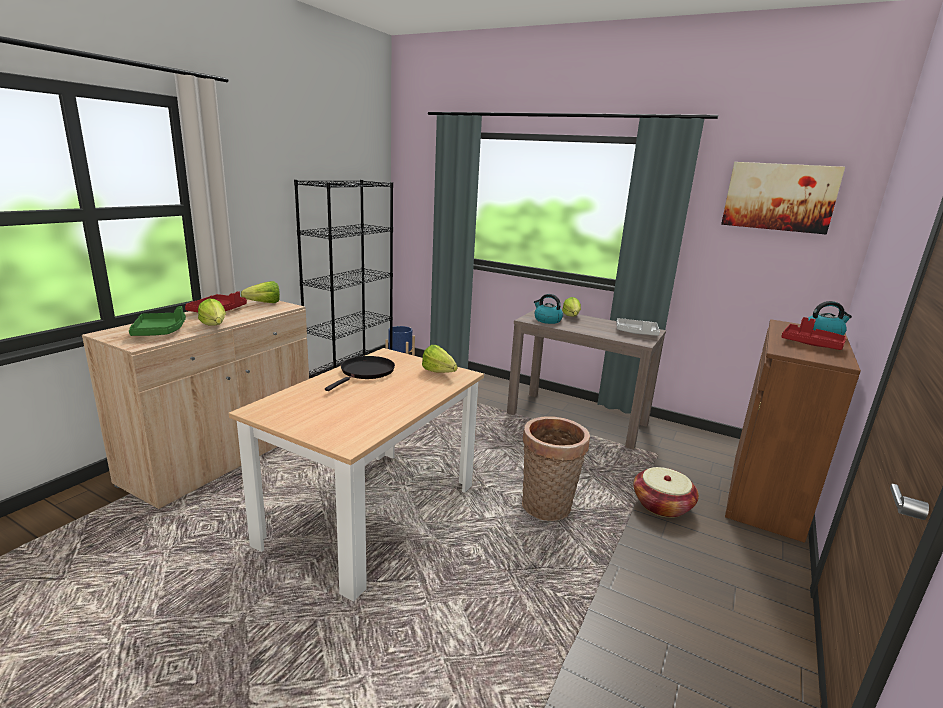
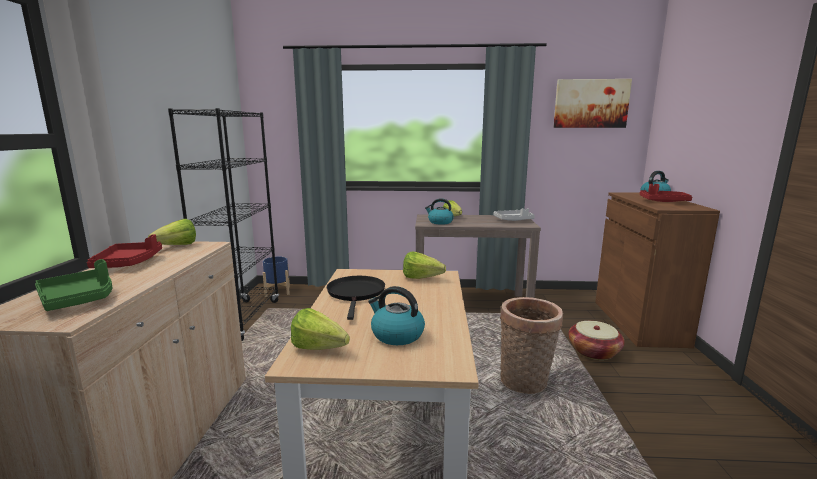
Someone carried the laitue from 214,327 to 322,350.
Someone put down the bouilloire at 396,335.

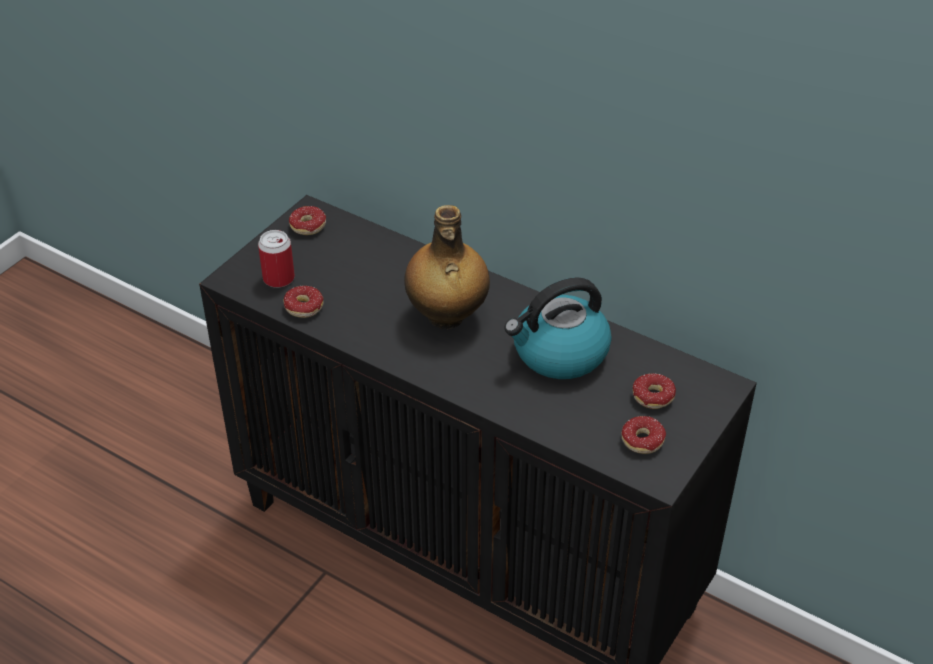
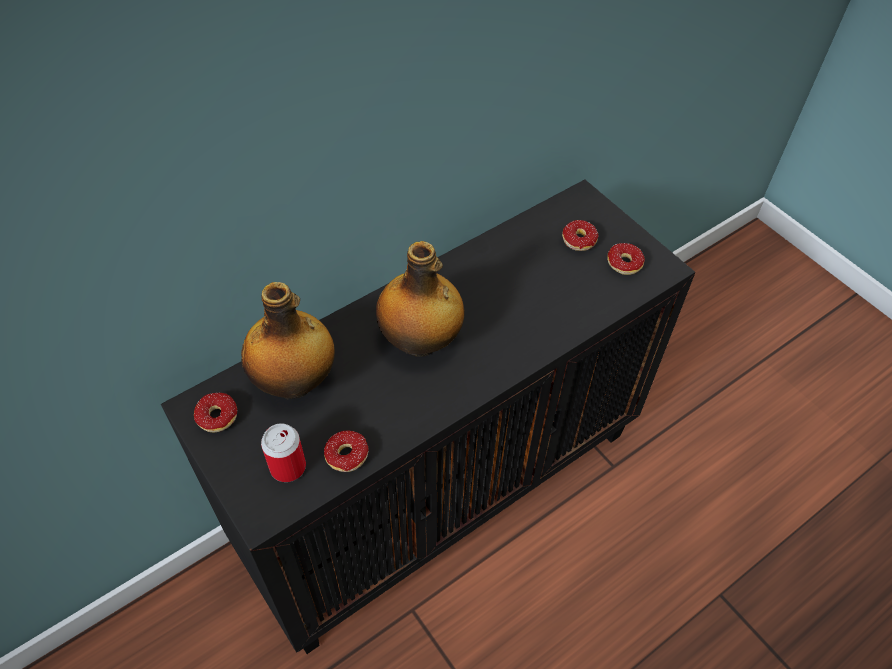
Someone put down the bouteille at 295,382.
Someone took away the bouilloire at 559,353.

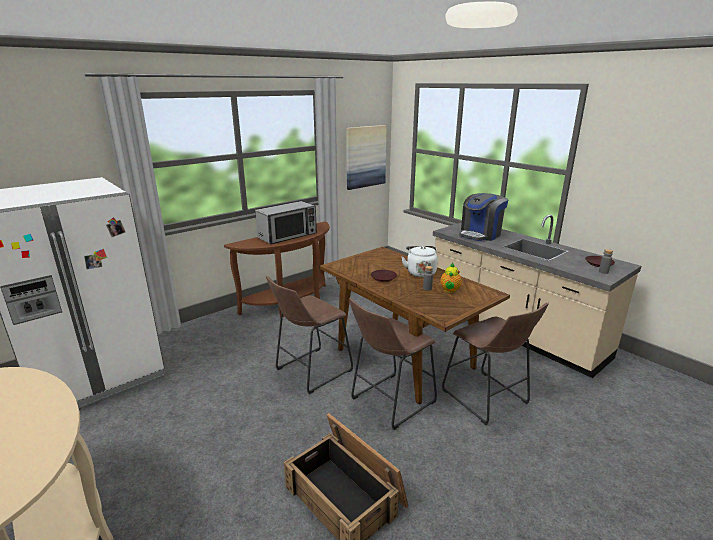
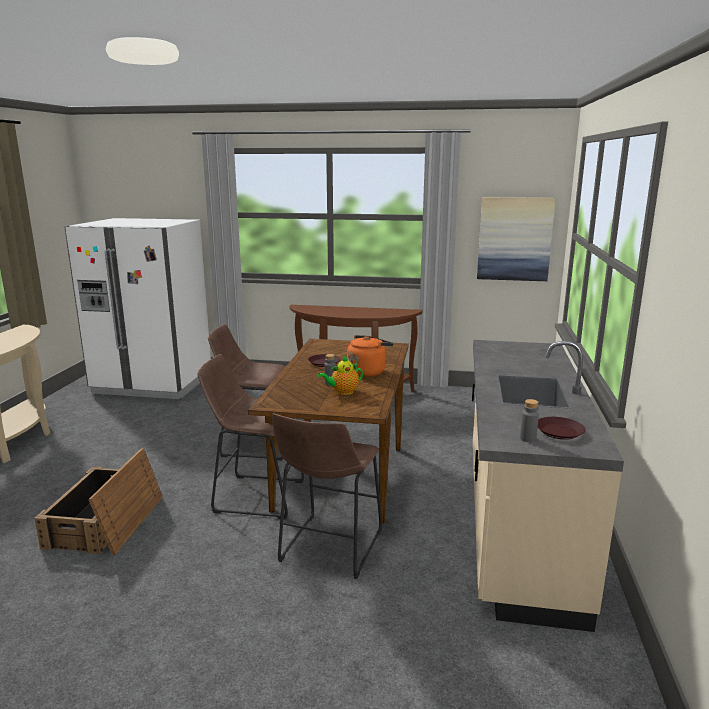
Someone repainted the bouilloire/blanc at 420,272, which became the bouilloire/orange at 367,371.
Someone took away the micro-ondes at 288,236.
Someone took away the machine à café at 480,234.

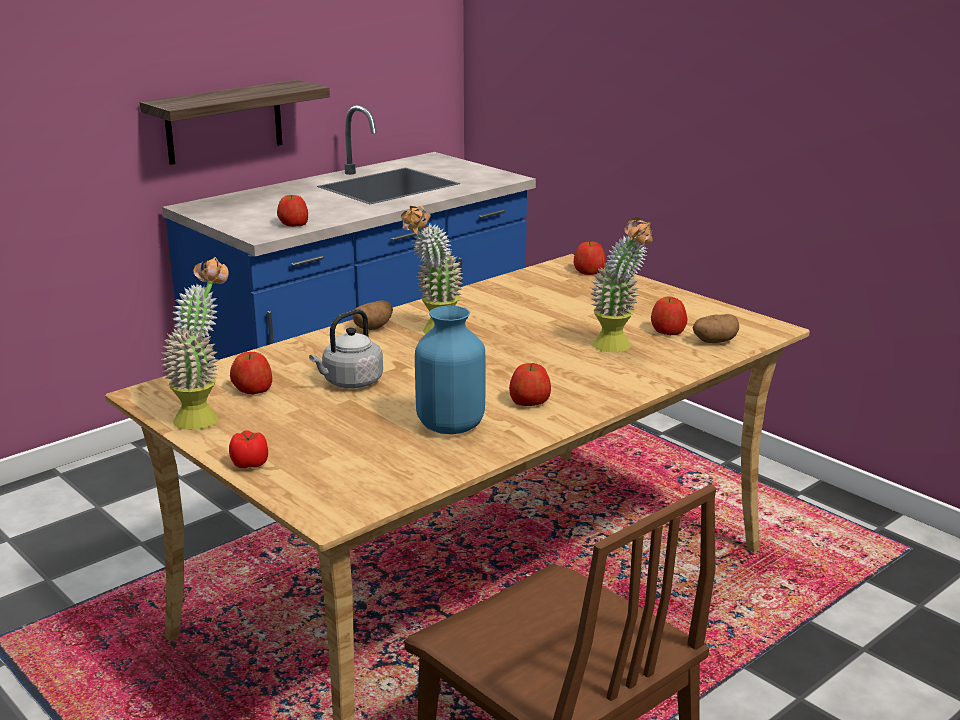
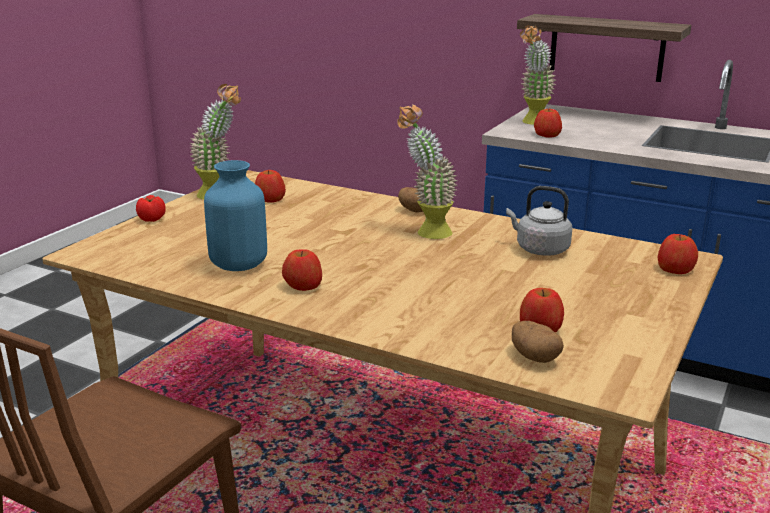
Someone carried the bouilloire/gris from 350,383 to 539,249.
Someone carried the plante en pot from 618,348 to 532,123.

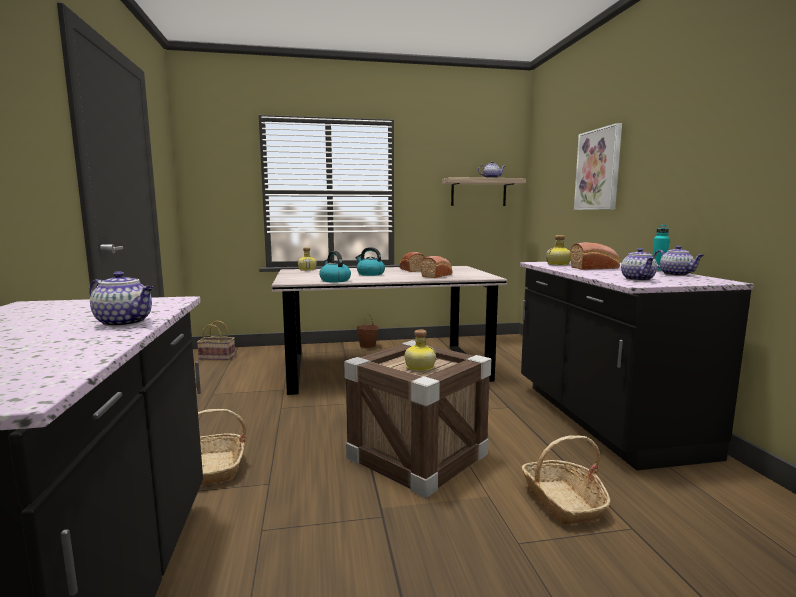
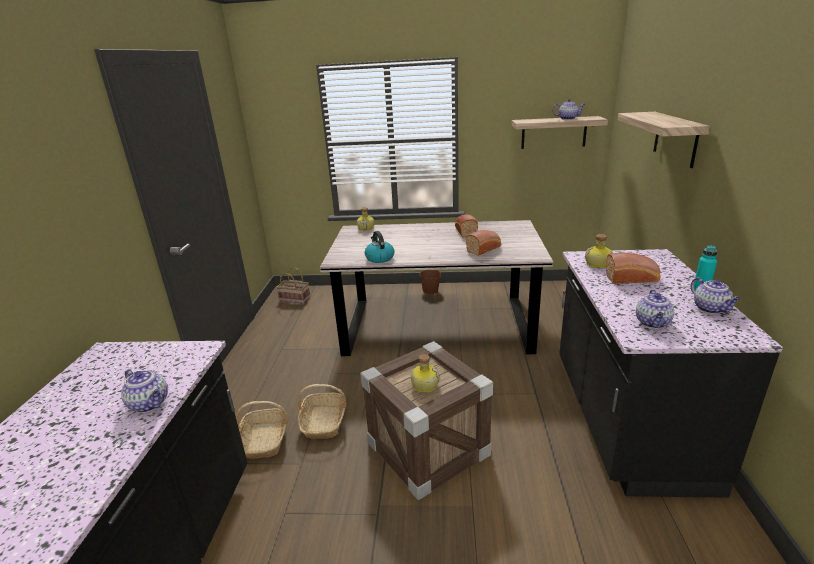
Someone carried the panier from 563,501 to 324,422.
Someone swapped the tableau at 598,169 for the étagère at 675,138.
Someone took away the bouilloire at 370,274.

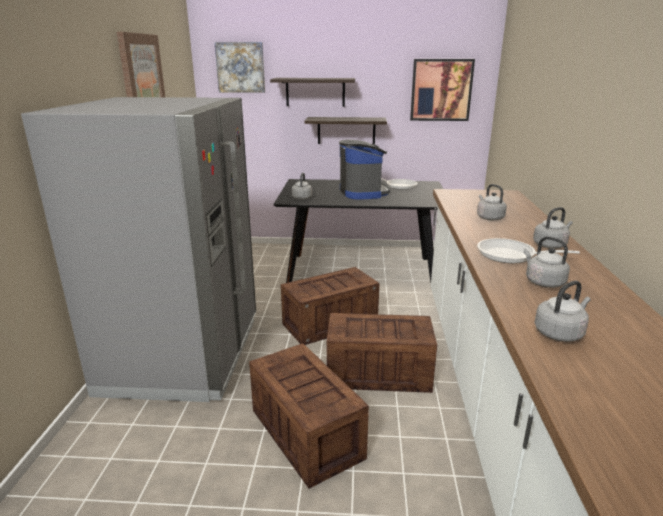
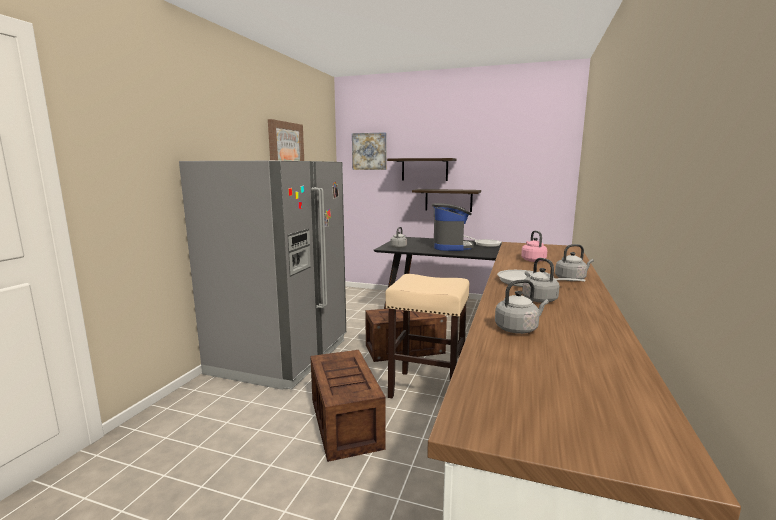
Someone swapped the caisse at 376,373 for the tabouret/beige at 425,389.
Someone repainted the bouilloire/gris at 489,218, which became the bouilloire/rose at 532,260.
Someone took away the tableau at 441,90.

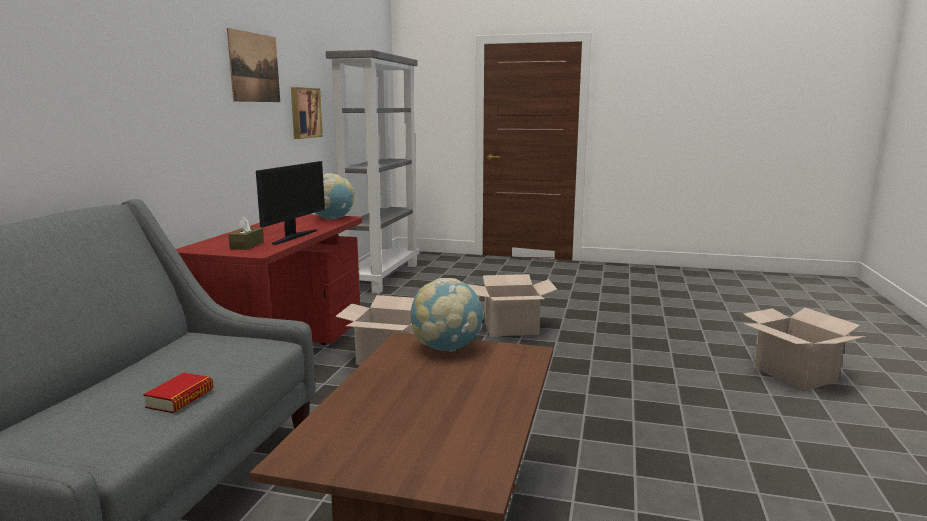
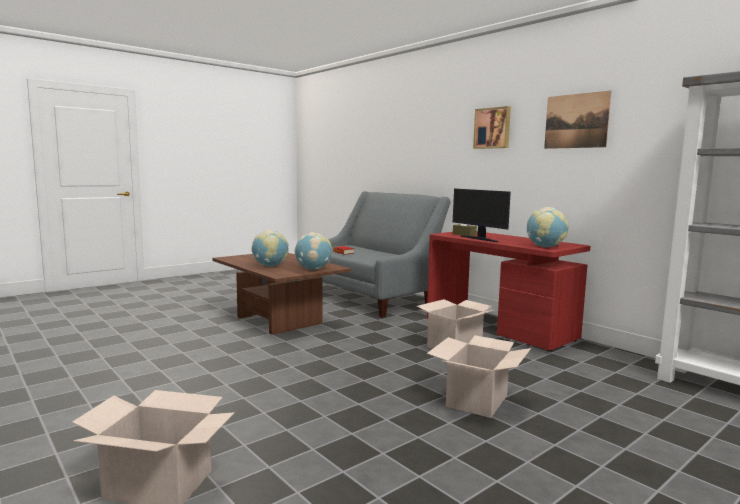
Someone put down the globe at 270,266.
Someone carried the tableau from 304,113 to 492,128.

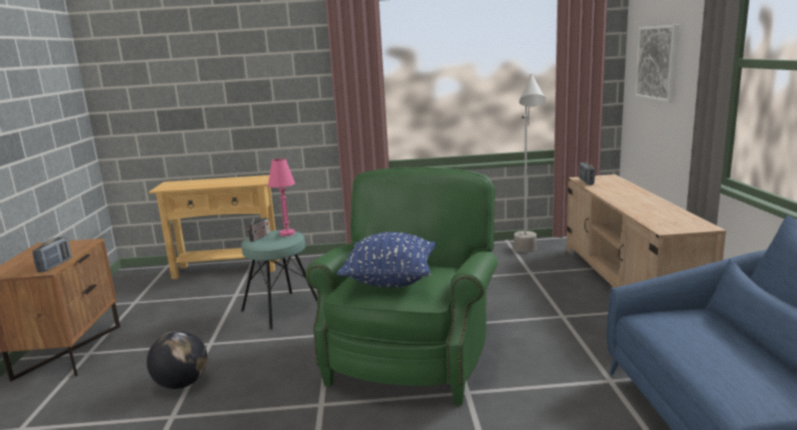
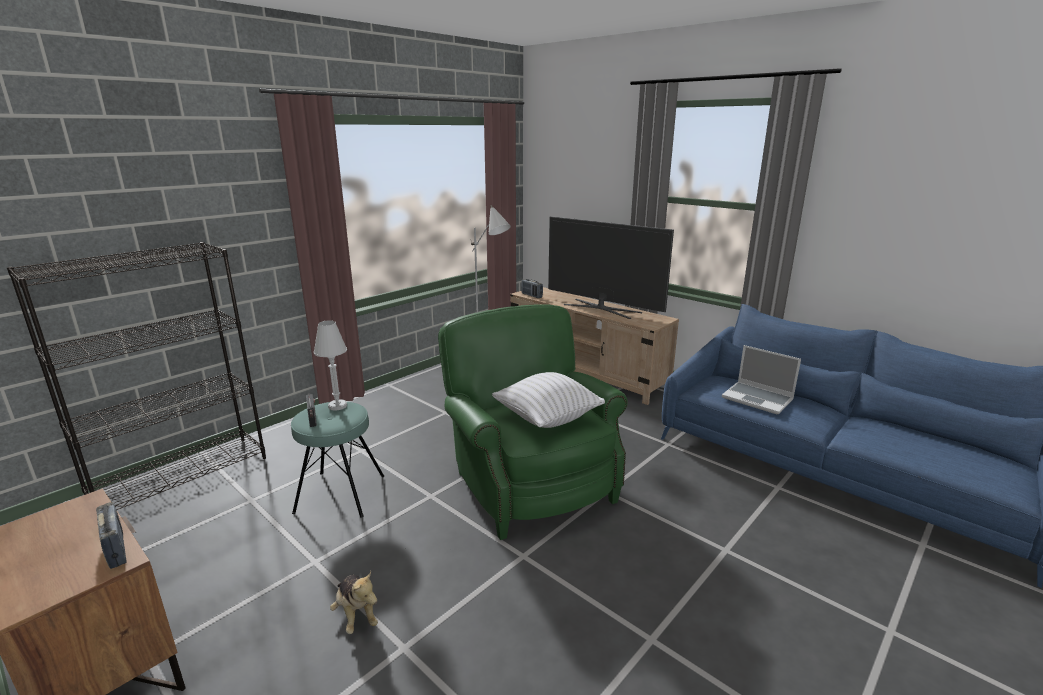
Someone swapped the table console/beige at 227,269 for the bibliothèque/noir at 182,476.
Someone repainted the lampe de table/rose at 287,233, which became the lampe de table/blanc at 337,406.
Someone swapped the globe at 182,384 for the peluche at 356,614.
Someone repainted the coussin/bleu at 390,280, which became the coussin/blanc at 547,418.
Someone put down the téléviseur at 602,308.
Someone put down the ordinateur portable at 758,399.
Someone took away the tableau at 658,63.

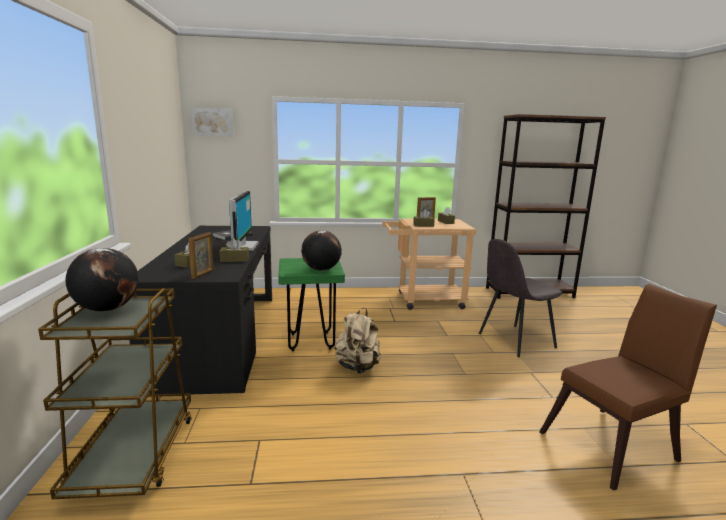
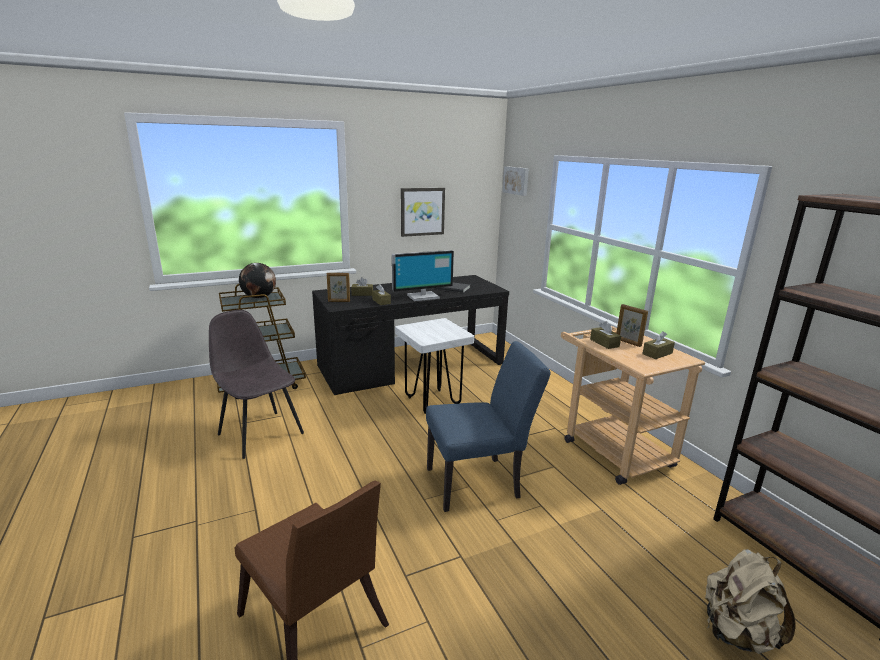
Someone carried the chaise/gris from 514,341 to 260,433.
Someone repainted the tabouret/vert at 311,341, which became the tabouret/blanc at 432,401.
Someone put up the tableau at 422,211.
Someone put down the chaise/bleu at 480,482.
Someone carried the sac à dos/beige from 358,367 to 737,633.
Someone took away the globe at 321,270.

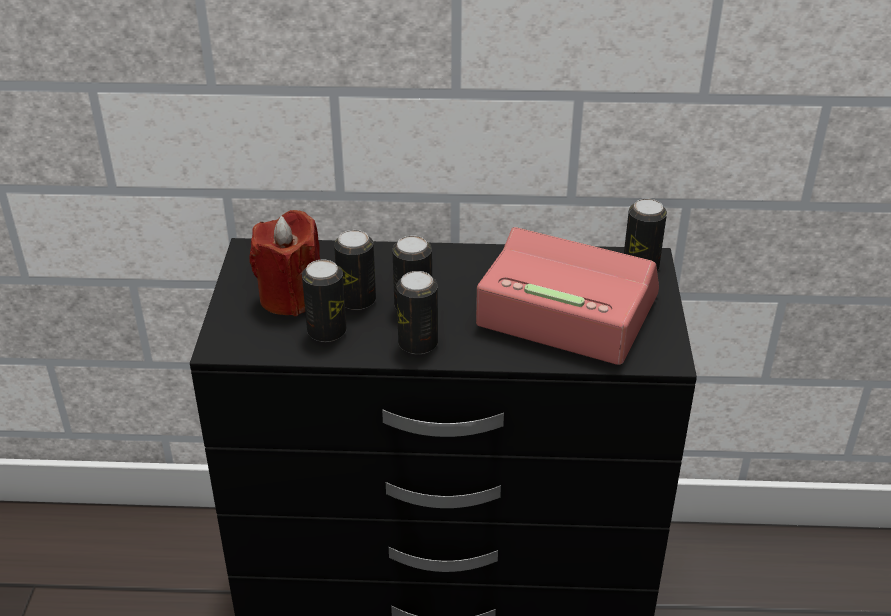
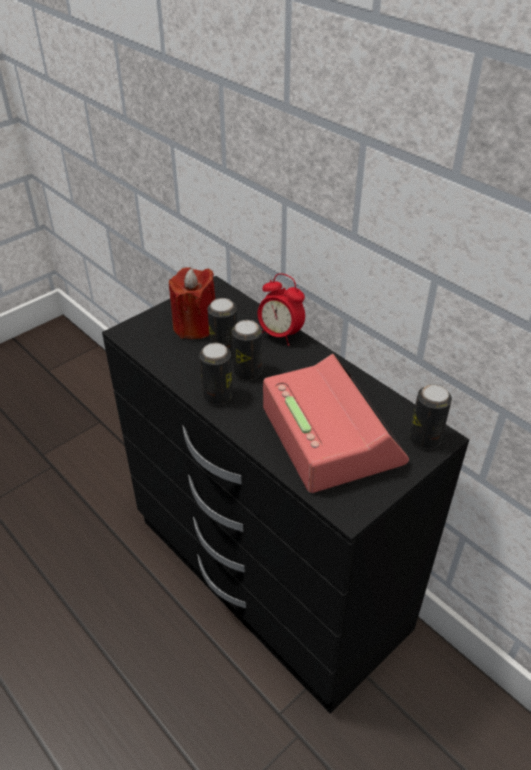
Someone put down the réveil at 280,335.
Someone took away the boîte métallique at 327,331.

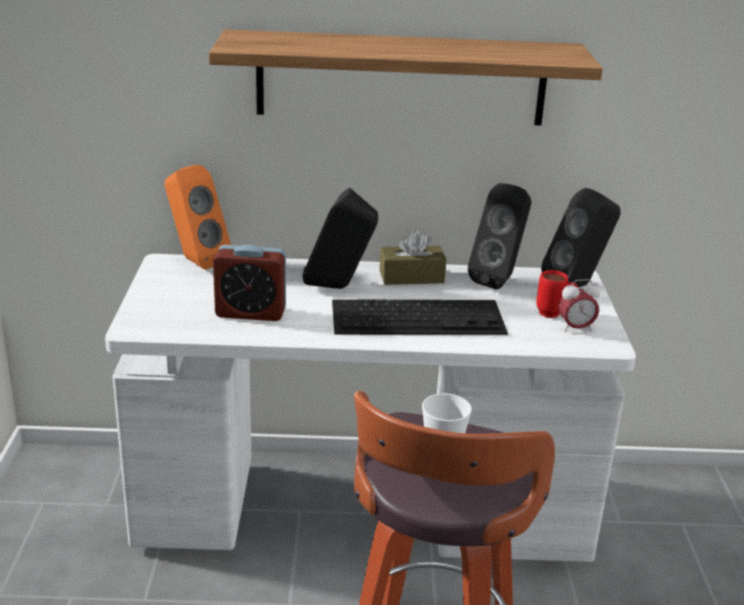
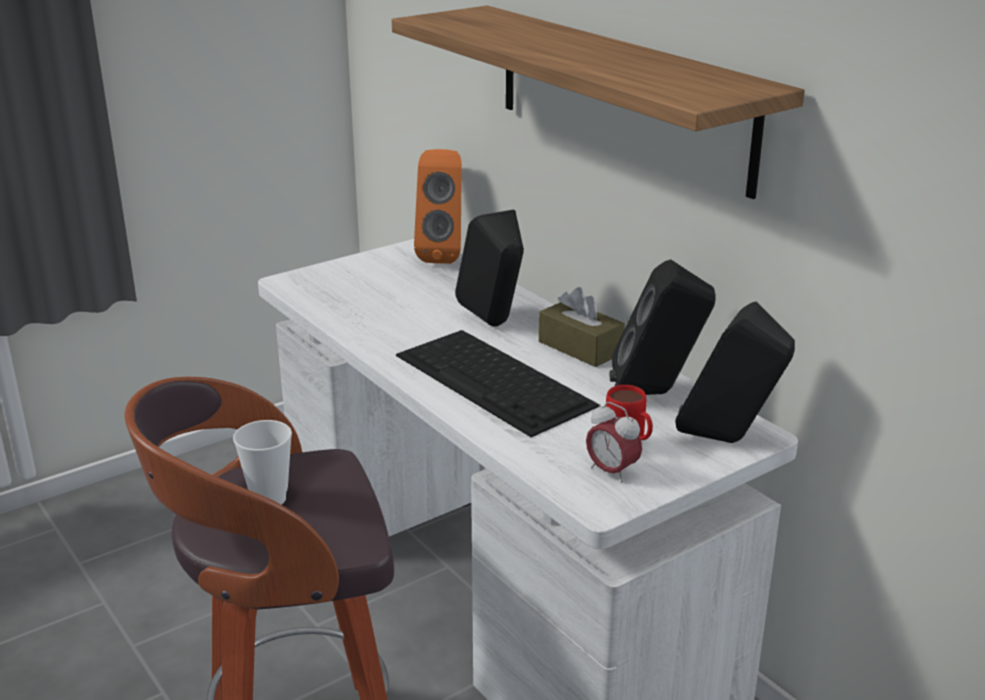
Someone took away the réveil at 250,312.

